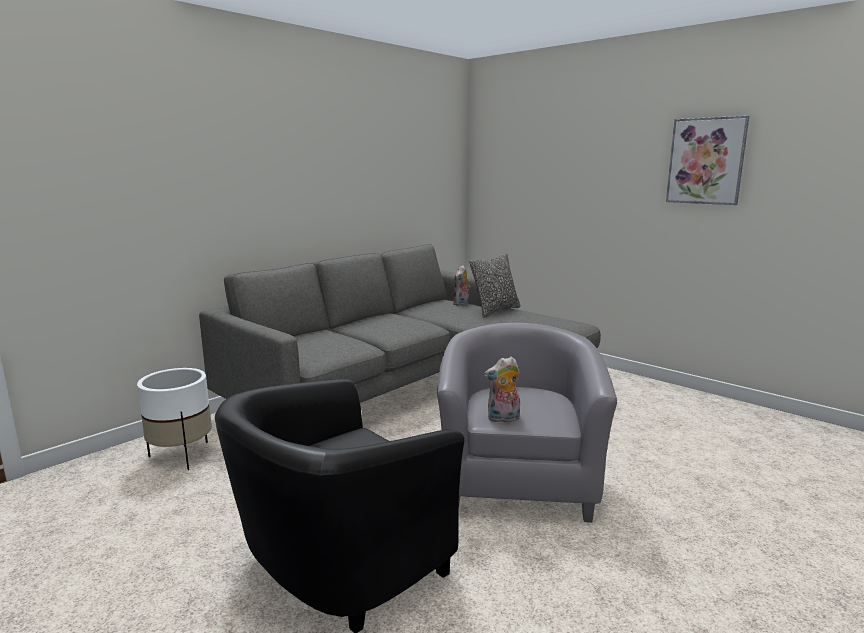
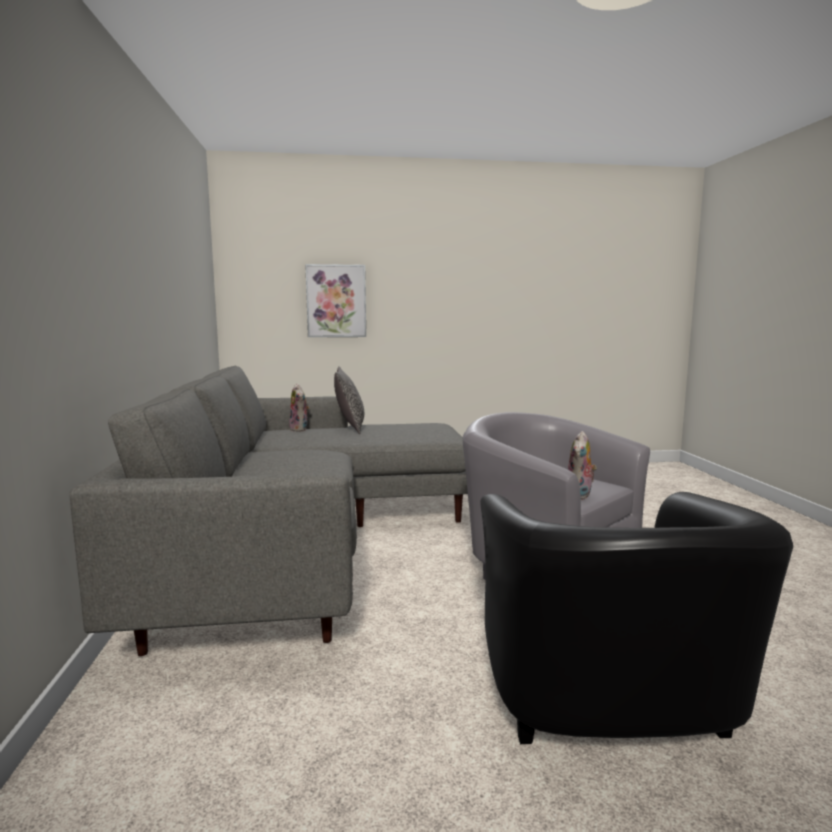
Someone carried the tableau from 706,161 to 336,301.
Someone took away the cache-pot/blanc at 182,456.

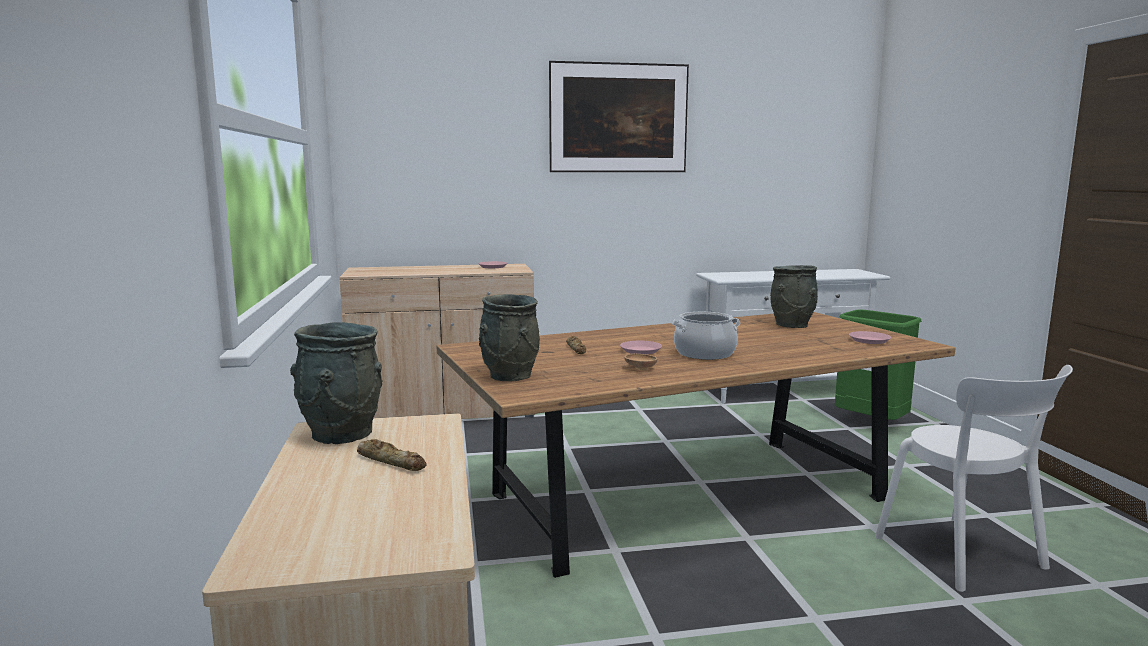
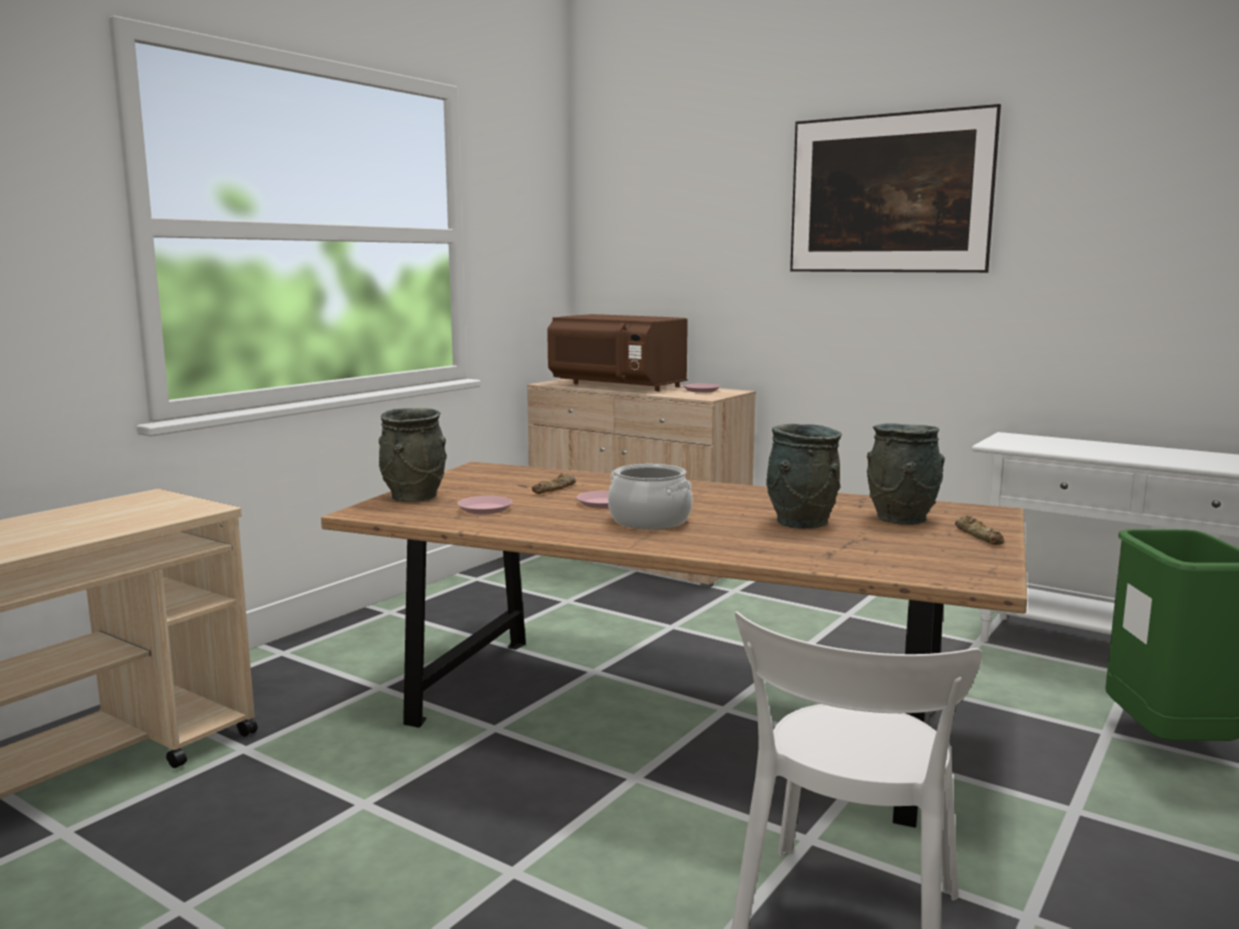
Someone carried the assiette/rose from 869,340 to 485,509.
Someone put down the micro-ondes/marron at 617,386.
Someone carried the vase/gris from 341,435 to 800,522.
Someone carried the pain from 391,461 to 979,536.
Someone took away the bol/marron at 640,368.

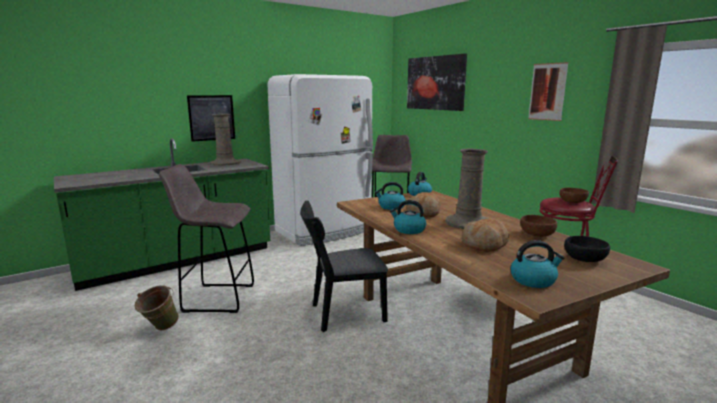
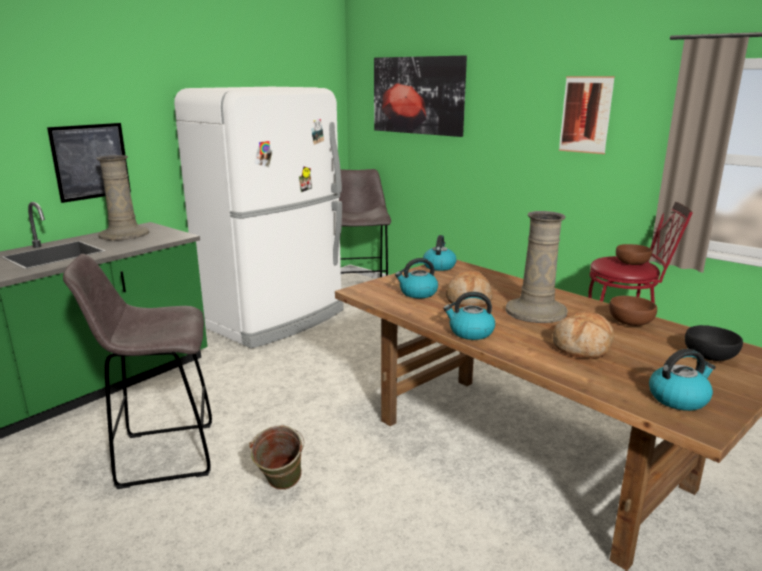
Someone carried the seau/vert from 159,329 to 280,488.
Someone took away the chaise/noir at 342,314.

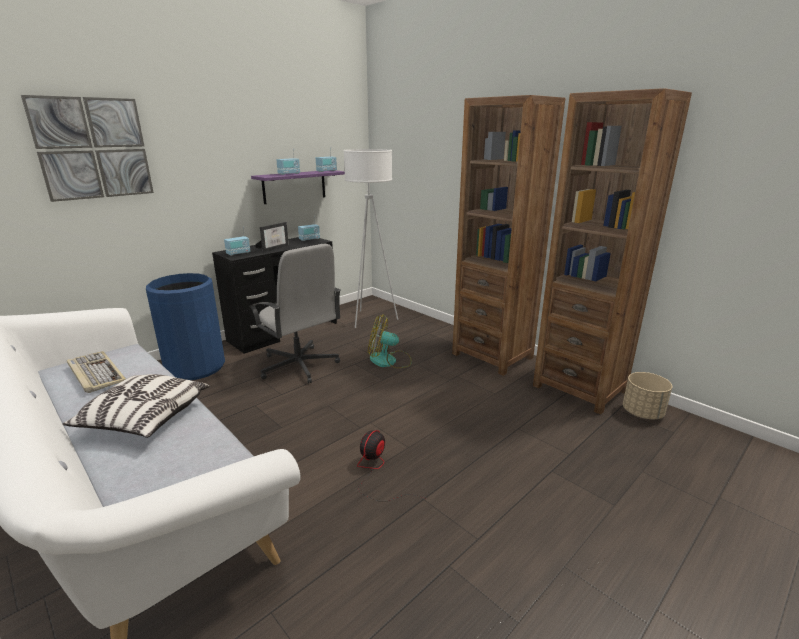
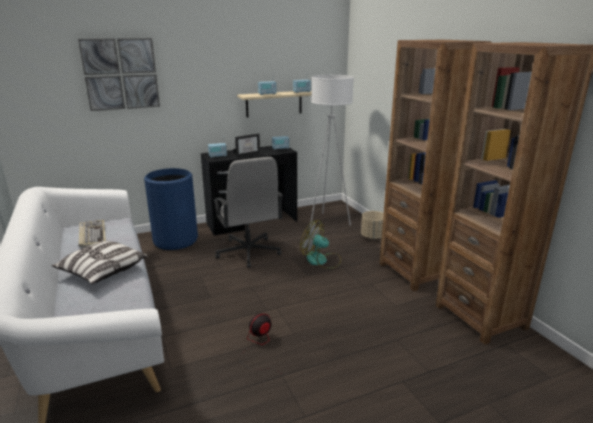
Someone repainted the étagère/violet at 294,186, which became the étagère/beige at 274,103.
Someone carried the cache-pot/beige from 642,413 to 373,236.

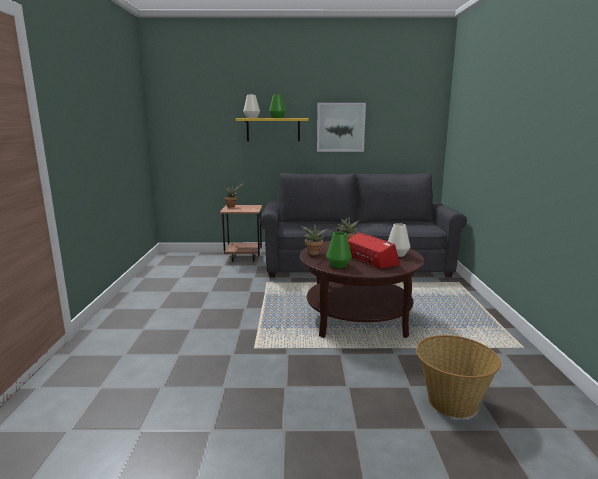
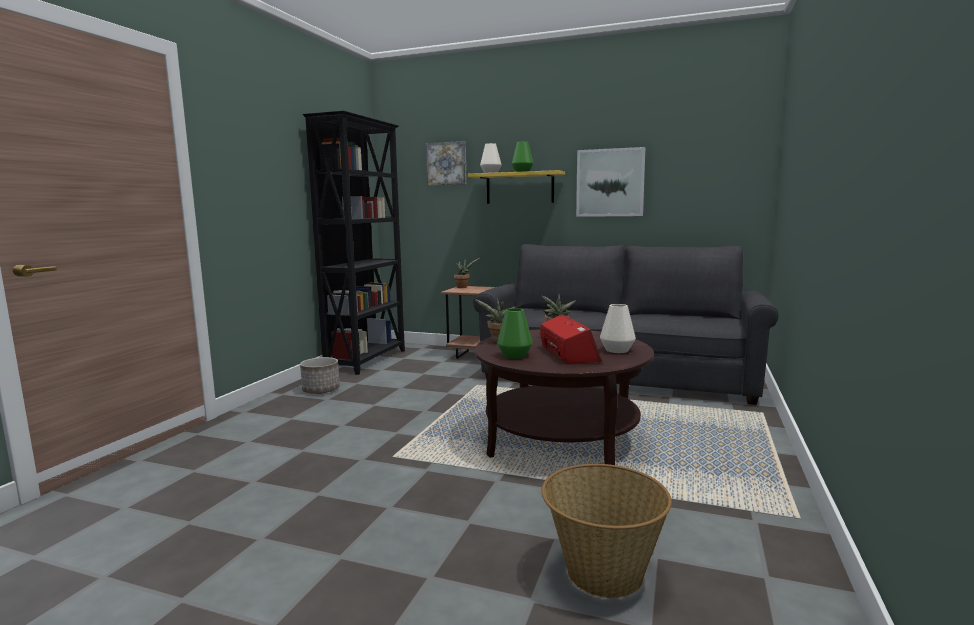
Someone put down the cache-pot at 321,390.
Someone put down the bibliothèque/noir at 368,360.
Someone put up the tableau at 447,164.

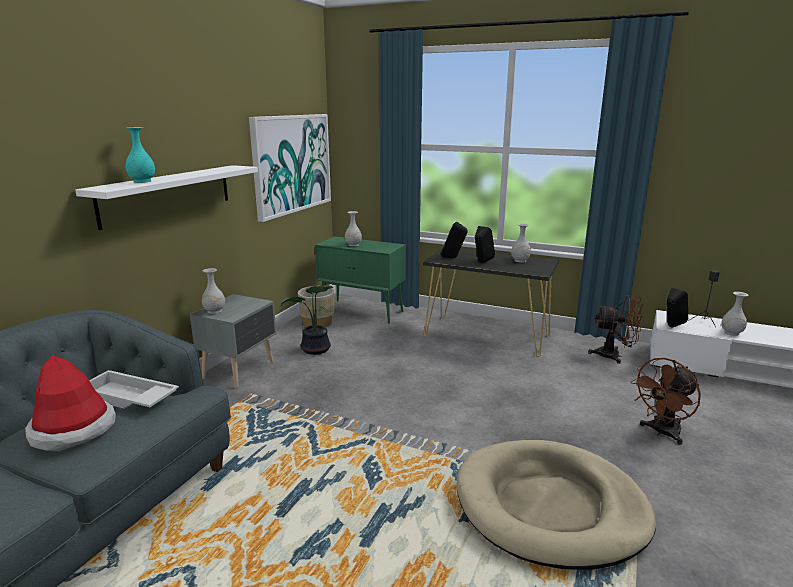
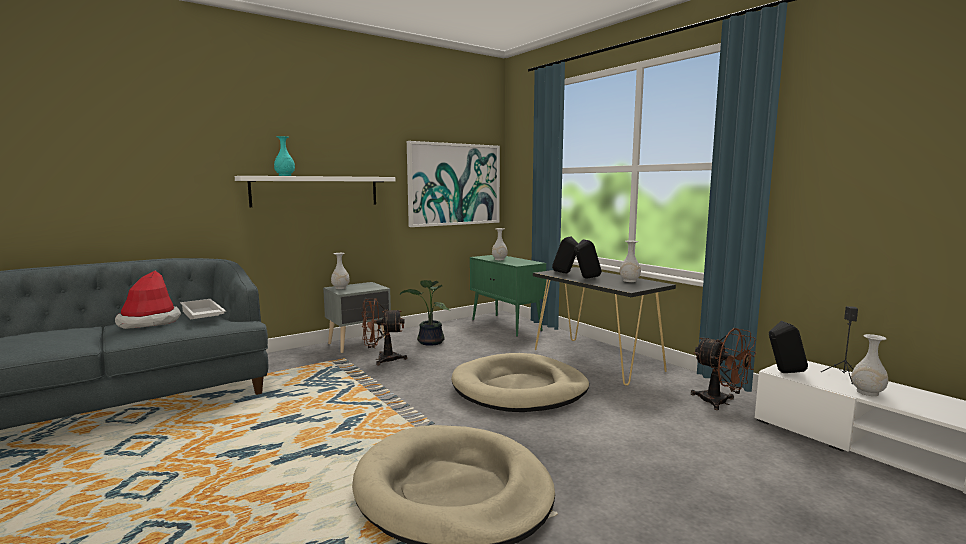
Someone carried the ventilateur/marron from 661,433 to 382,359.
Someone put down the panier pour chien/beige at 519,389.
Someone took away the cache-pot/beige at 317,323.

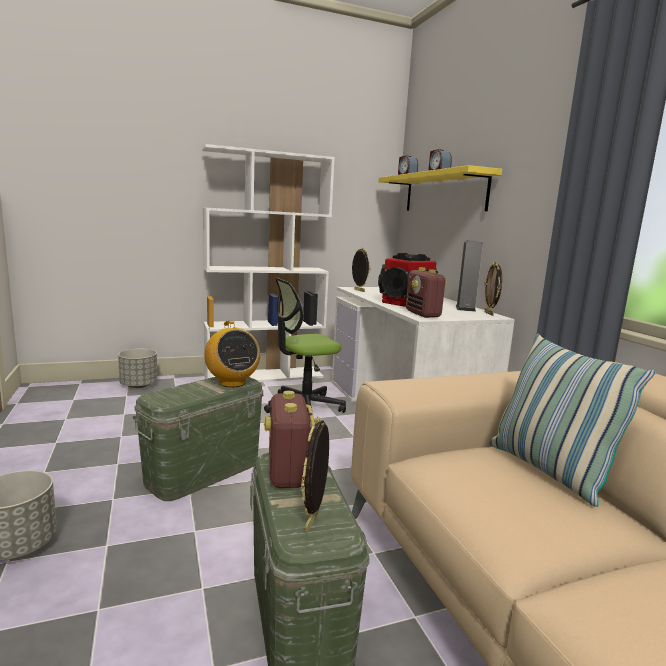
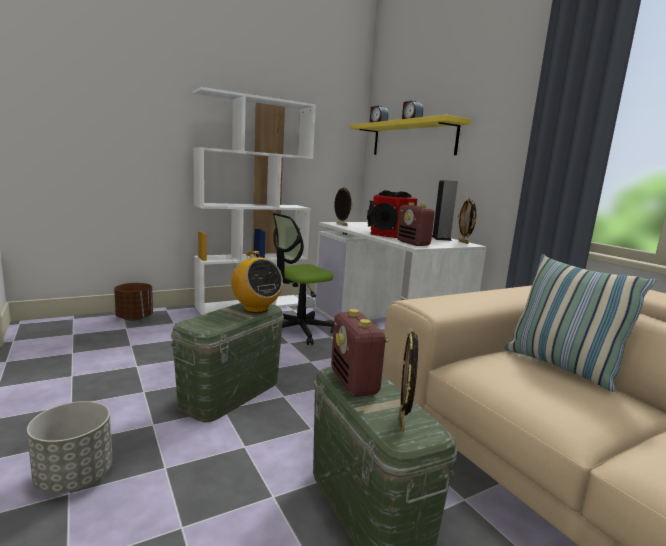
Someone repainted the cache-pot/gris at 139,385, which became the cache-pot/marron at 134,318.

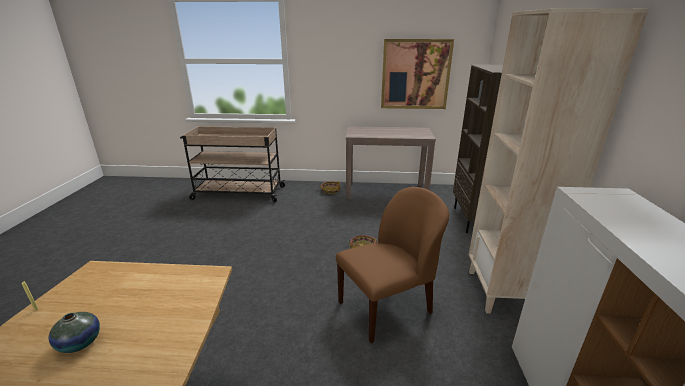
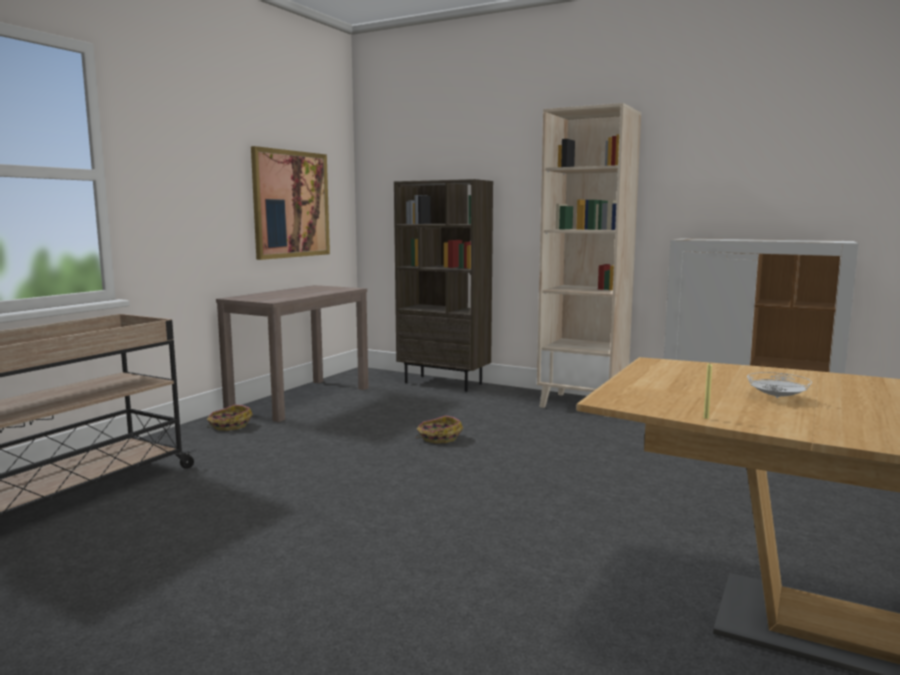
Someone swapped the vase at 80,343 for the assiette/blanc at 777,398.
Someone took away the chaise/marron at 386,307.

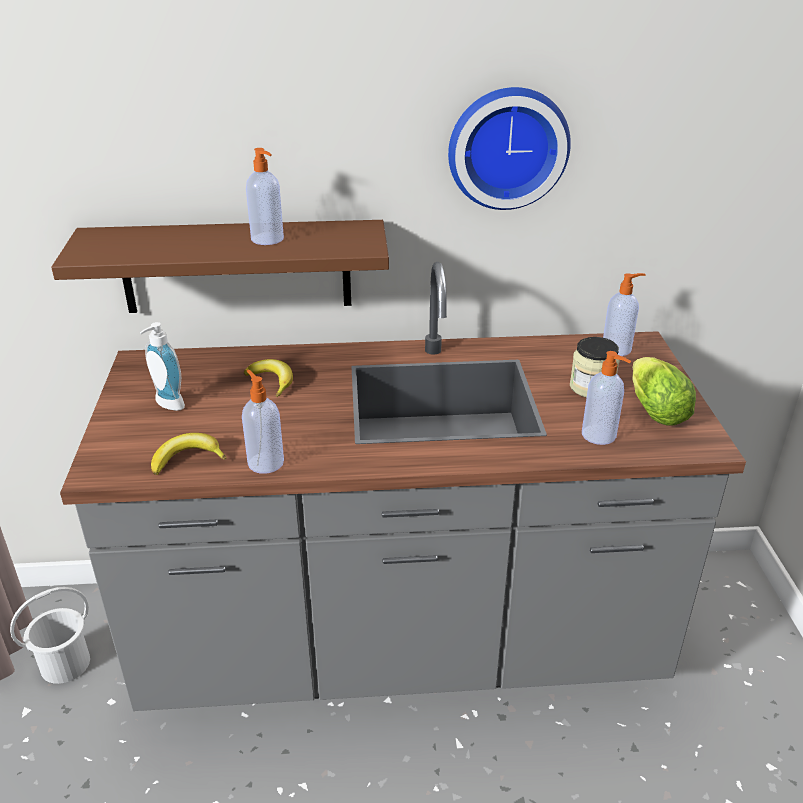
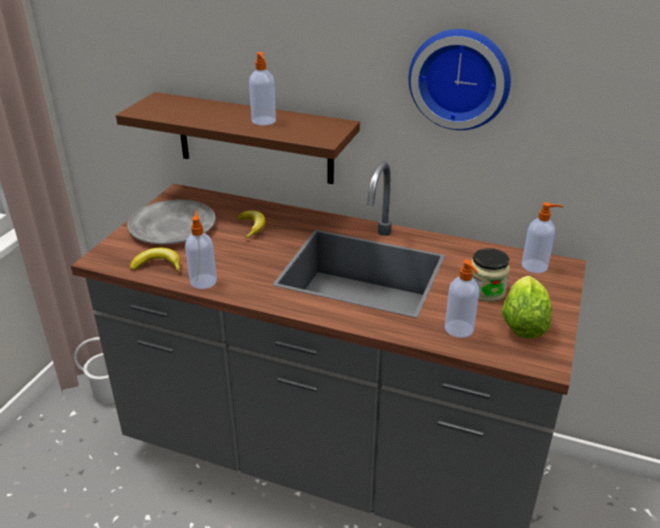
Someone swapped the distributeur de savon at 166,405 for the assiette/gris at 173,227.

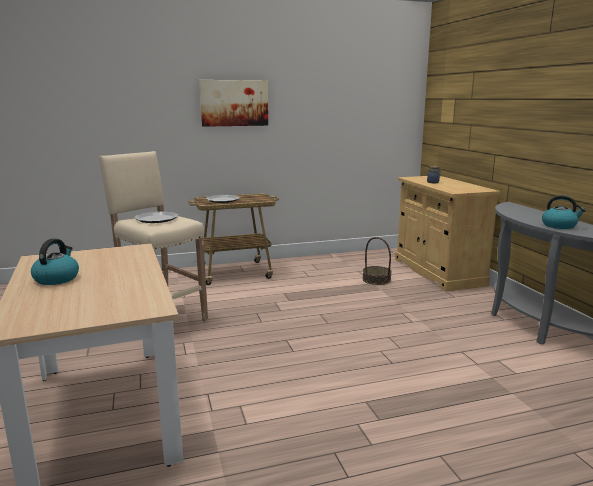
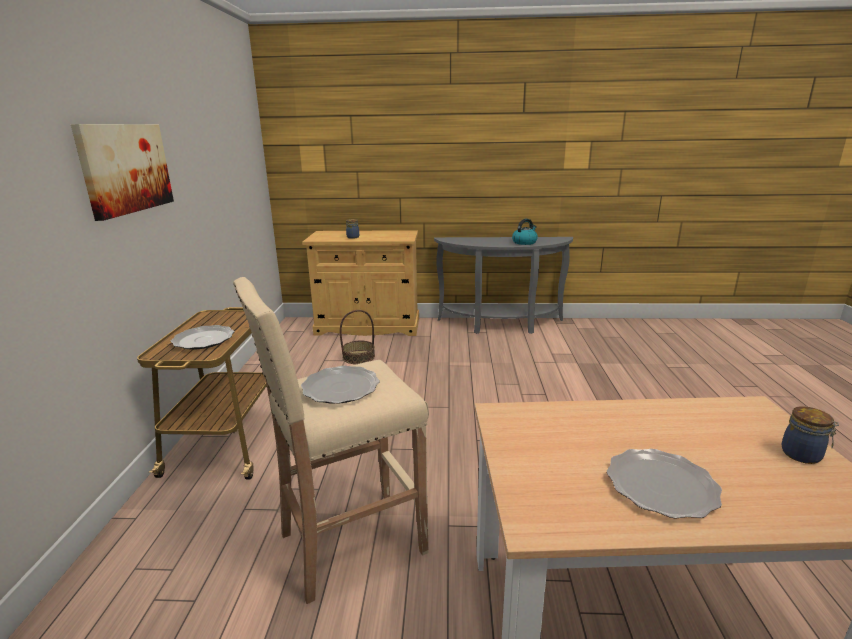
Someone swapped the bouilloire at 57,278 for the assiette at 661,486.
Someone put down the bocal at 803,455.

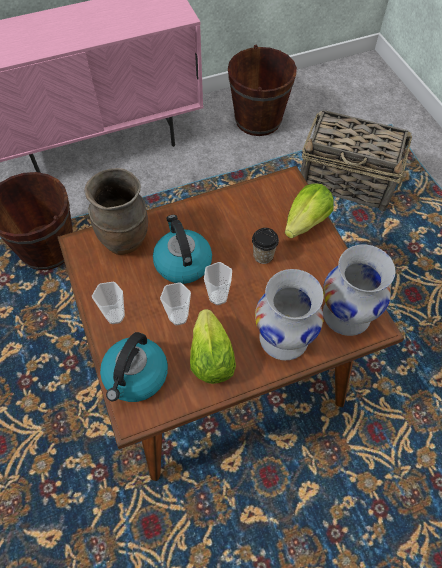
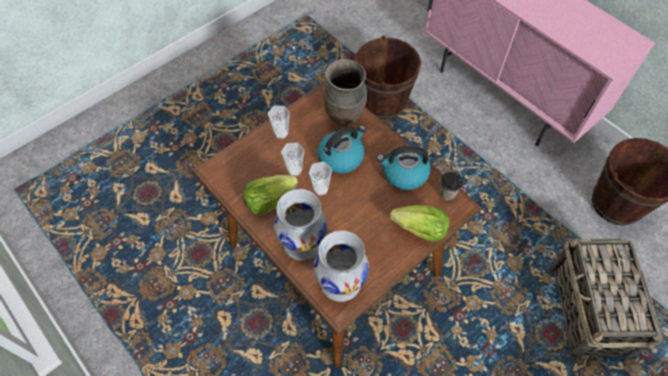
Someone carried the bouilloire from 136,376 to 404,174.
Someone carried the tasse from 263,255 to 447,193.

